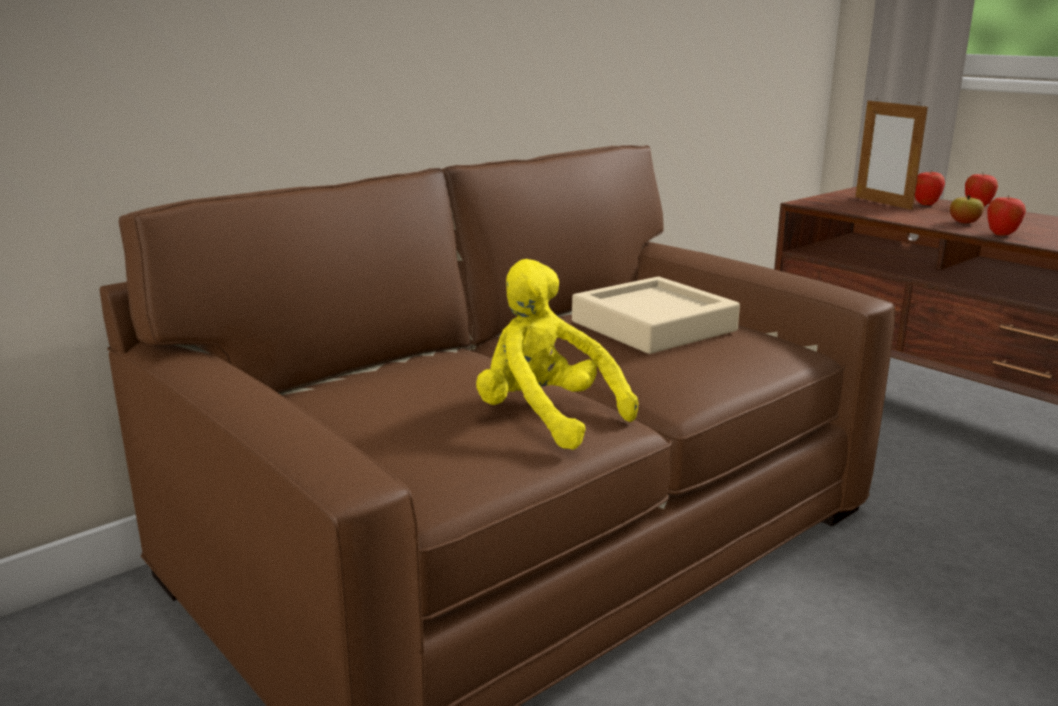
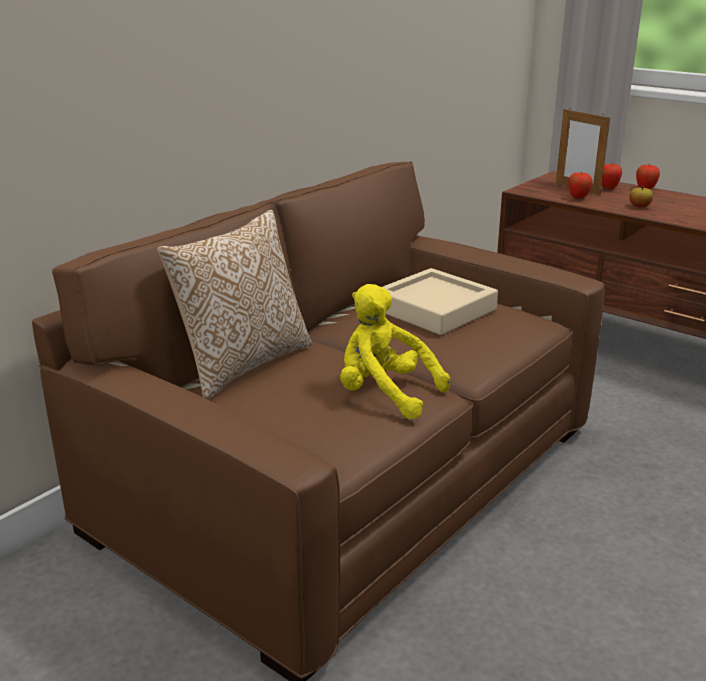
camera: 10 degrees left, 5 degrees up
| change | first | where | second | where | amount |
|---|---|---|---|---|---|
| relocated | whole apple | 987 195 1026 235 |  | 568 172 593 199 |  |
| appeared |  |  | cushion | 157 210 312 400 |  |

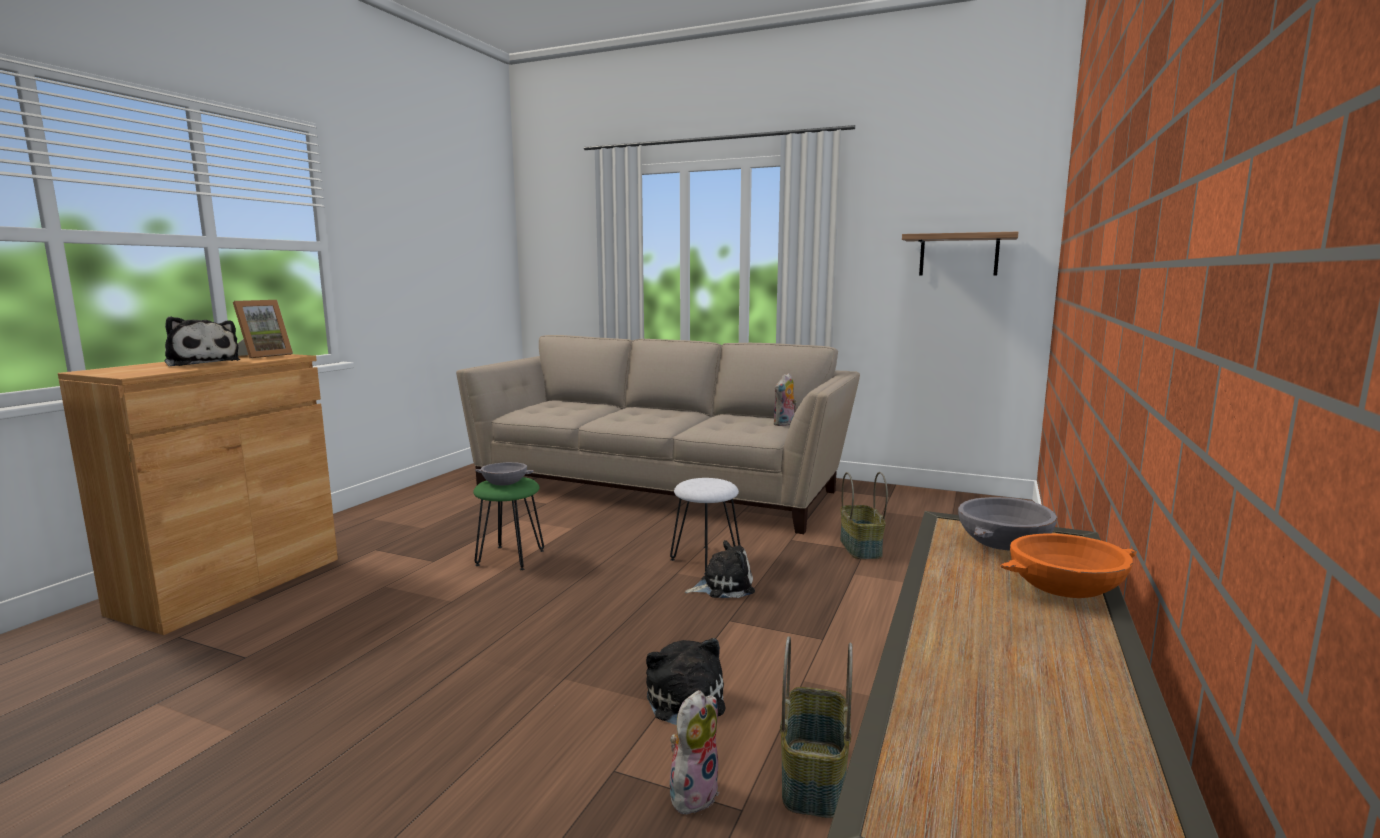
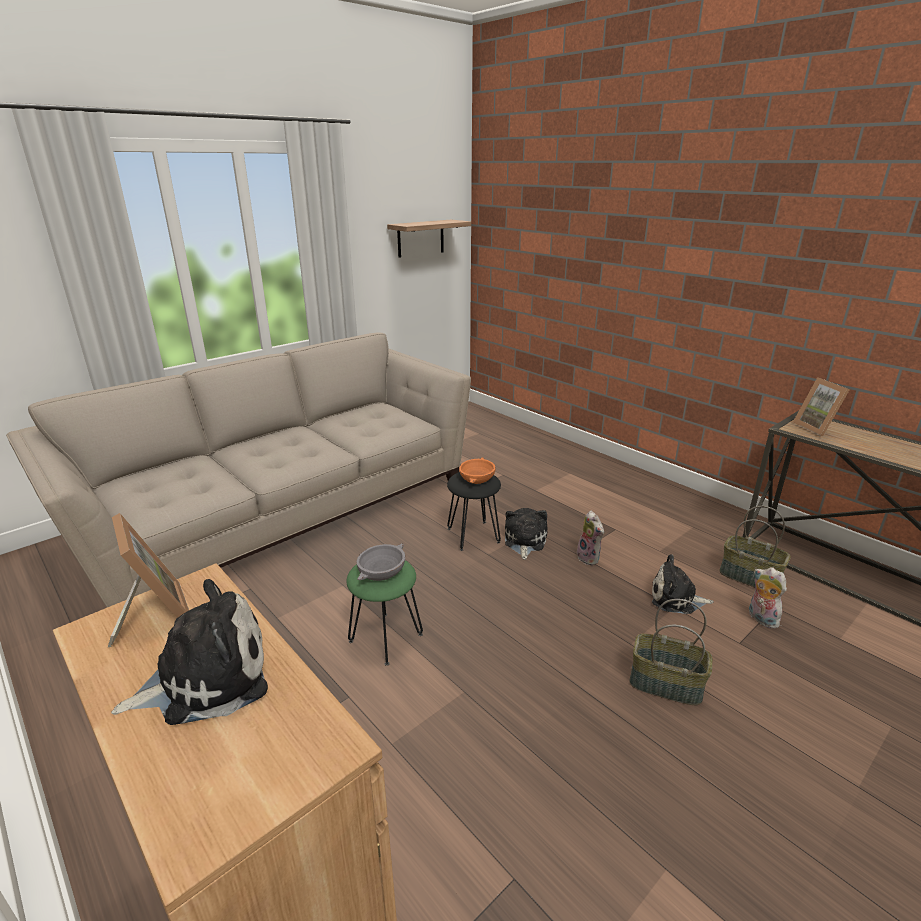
camera: 65 degrees left, 15 degrees up
| change | first | where | second | where | amount |
|---|---|---|---|---|---|
| relocated | cuddly toy | 774 373 797 426 |  | 577 511 604 565 |  |
| relocated | basket | 840 472 888 559 |  | 629 599 712 705 |  |
| colour | whitish stool seat | 670 478 740 575 | black-coloured stool seat | 447 472 501 551 |  |
| exchanged | greyish deep dish | 958 497 1057 550 | standing frame | 793 377 850 436 |  |
| relocated | orange-coloured deep dish | 1000 533 1137 598 |  | 459 457 496 484 |  |

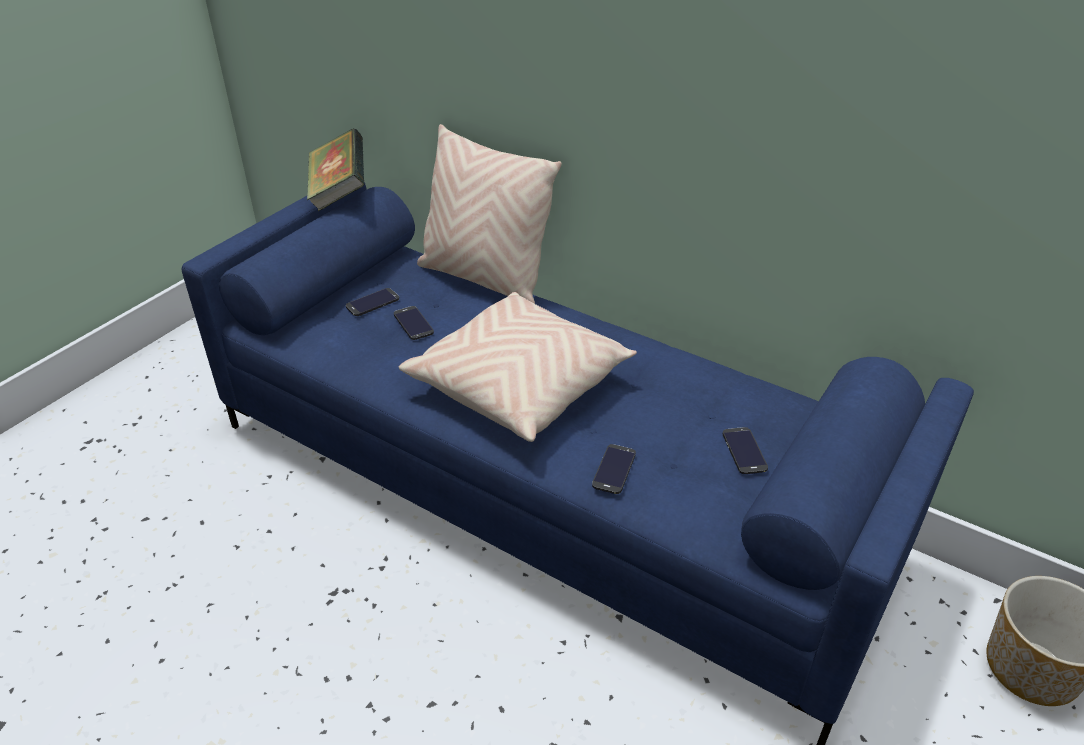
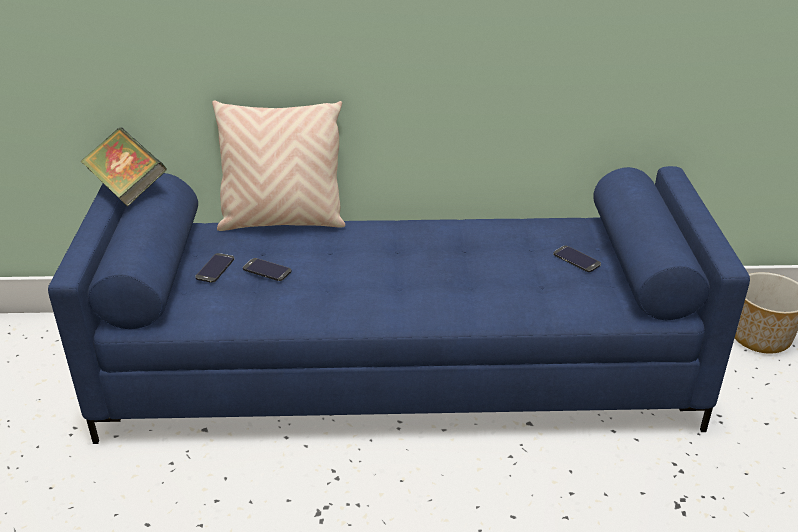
camera: 35 degrees left, 5 degrees down
| change | first | where | second | where | amount |
|---|---|---|---|---|---|
| missing | sand-coloured cushion | 399 292 637 442 |  |  |  |
| missing | phone | 592 444 636 494 |  |  |  |

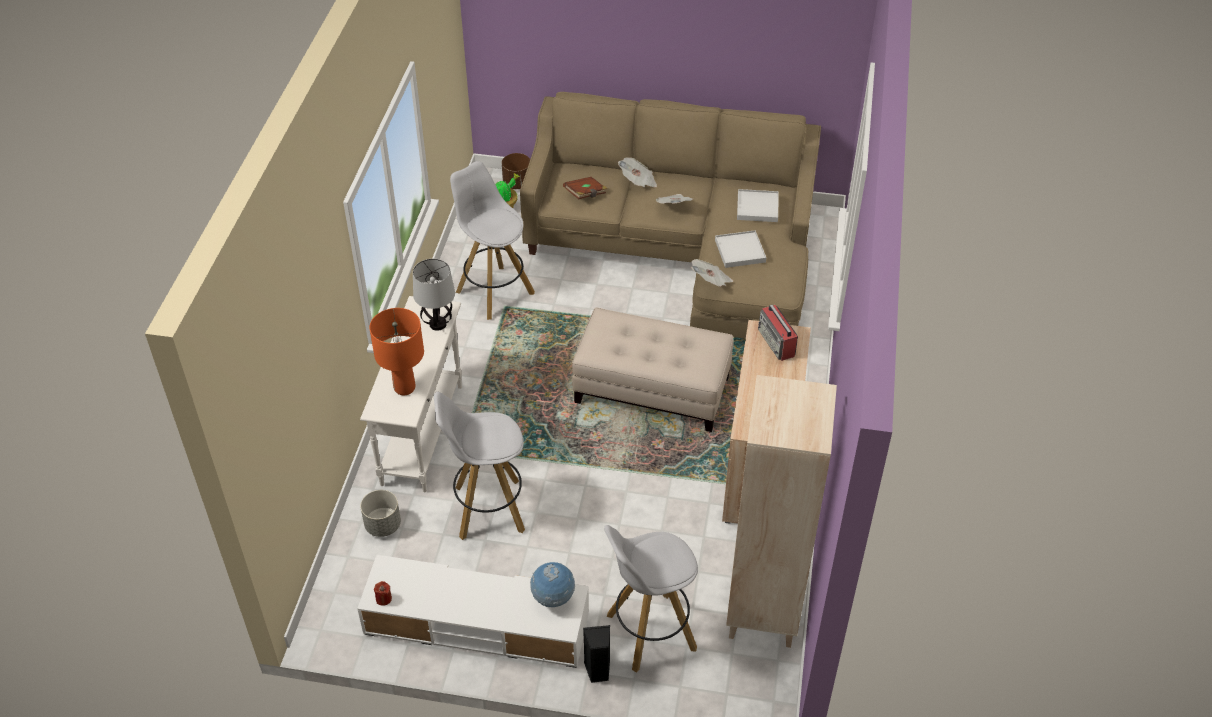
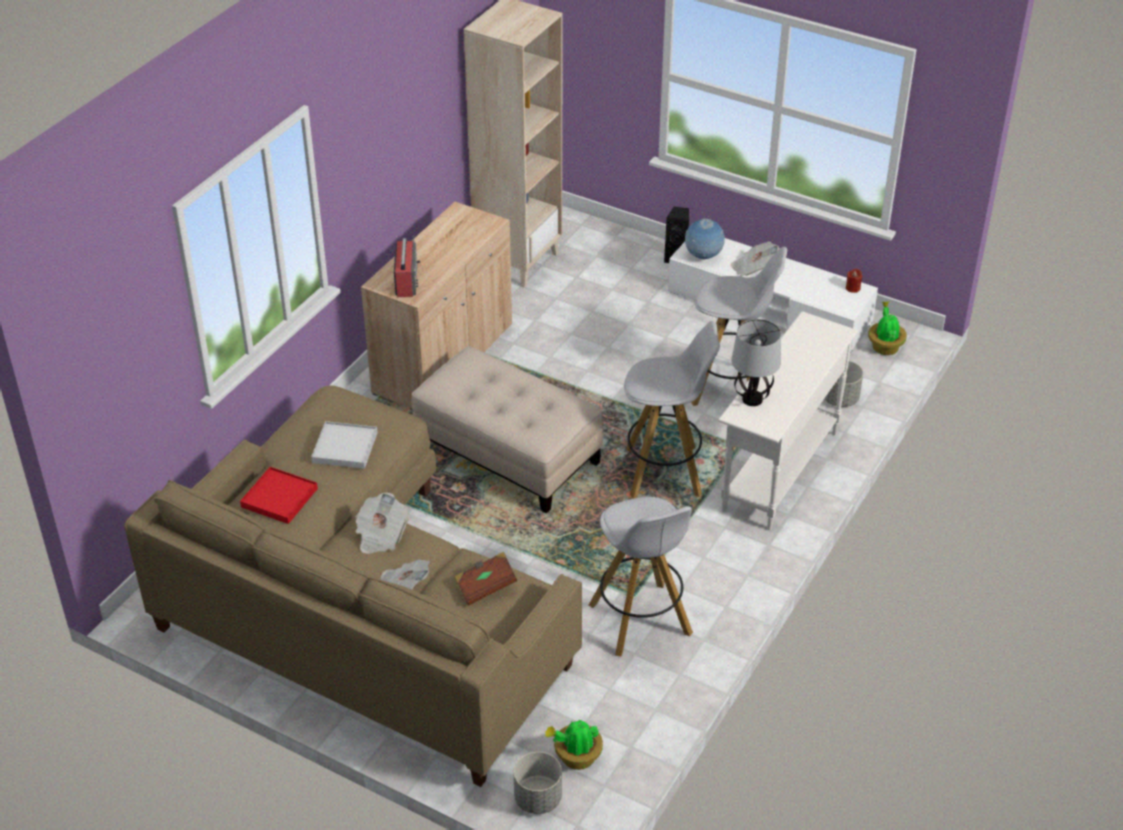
camera: 160 degrees left, 5 degrees down
| change | first | where | second | where | amount |
|---|---|---|---|---|---|
| colour | brownish planter | 502 153 530 189 | greyish planter | 514 752 562 814 |  |
| colour | whitish serving tray | 737 189 778 222 | red-coloured serving tray | 240 467 318 524 |  |
| relocated | printed paper | 691 259 733 287 |  | 730 241 780 277 |  |
| missing | orange-coloured lamp for a table | 369 308 424 395 |  |  |  |
| relocated | whitish stool seat | 604 525 698 673 |  | 624 321 720 499 |  |
| appeared |  |  | plant in a pot | 868 302 907 355 |  |

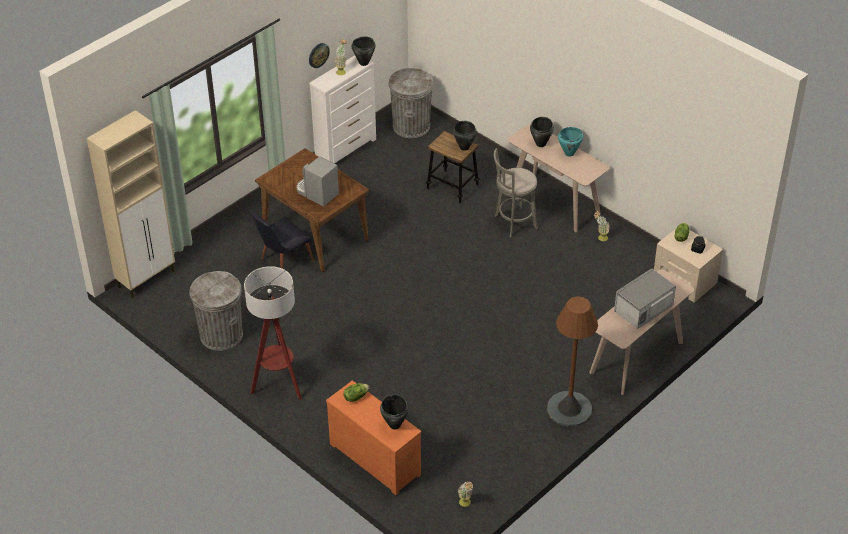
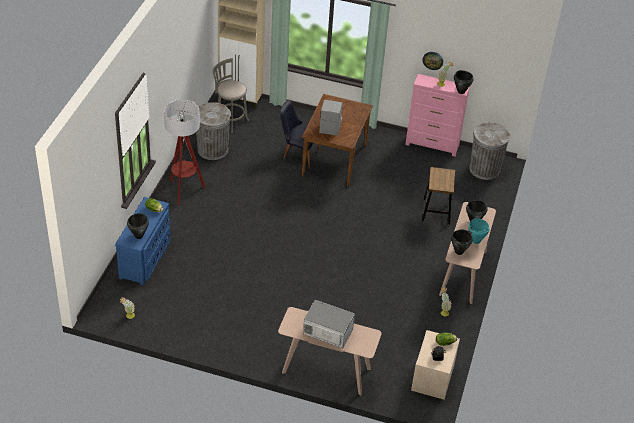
camera: 60 degrees right, 0 degrees up
| change | first | where | second | where | amount |
|---|---|---|---|---|---|
| colour | whitish drawer chest | 309 55 376 163 | pinkish drawer chest | 405 74 470 157 |  |
| relocated | black-coloured cooking pot | 453 121 477 151 |  | 451 229 473 255 |  |
| relocated | greyish stool seat | 494 148 538 238 |  | 212 58 249 133 |  |
| missing | brownish standard lamp | 547 297 598 427 |  |  |  |
| colour | orange-coloured drawer chest | 326 381 421 495 | blue drawer chest | 115 197 170 285 |  |

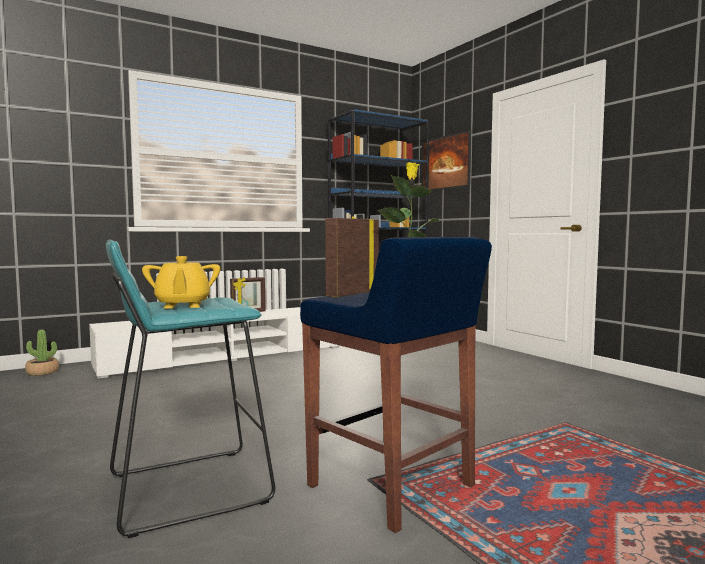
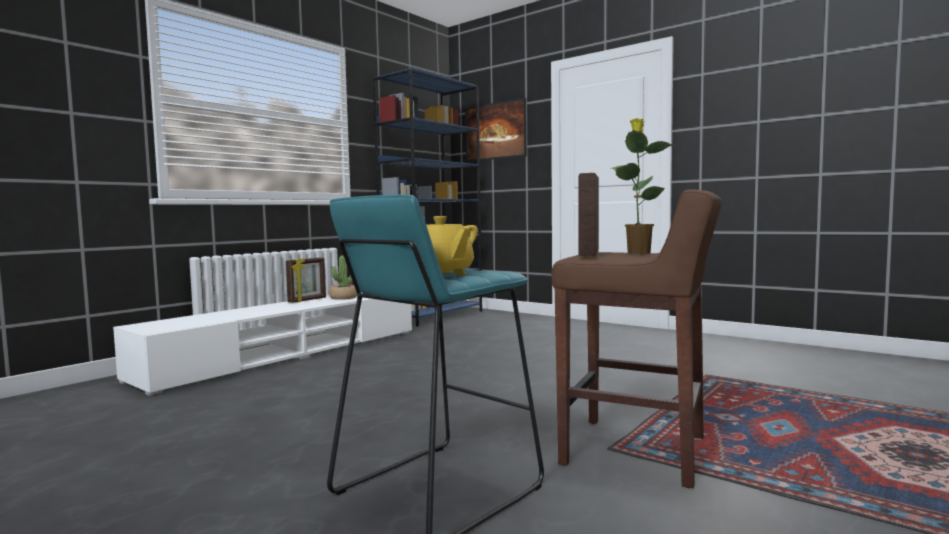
camera: 20 degrees left, 0 degrees up
| change | first | where | second | where | amount |
|---|---|---|---|---|---|
| colour | blue stool seat | 300 237 492 533 | brownish stool seat | 551 189 721 488 |  |
| relocated | plant in a pot | 25 330 59 376 |  | 329 256 357 300 |  |

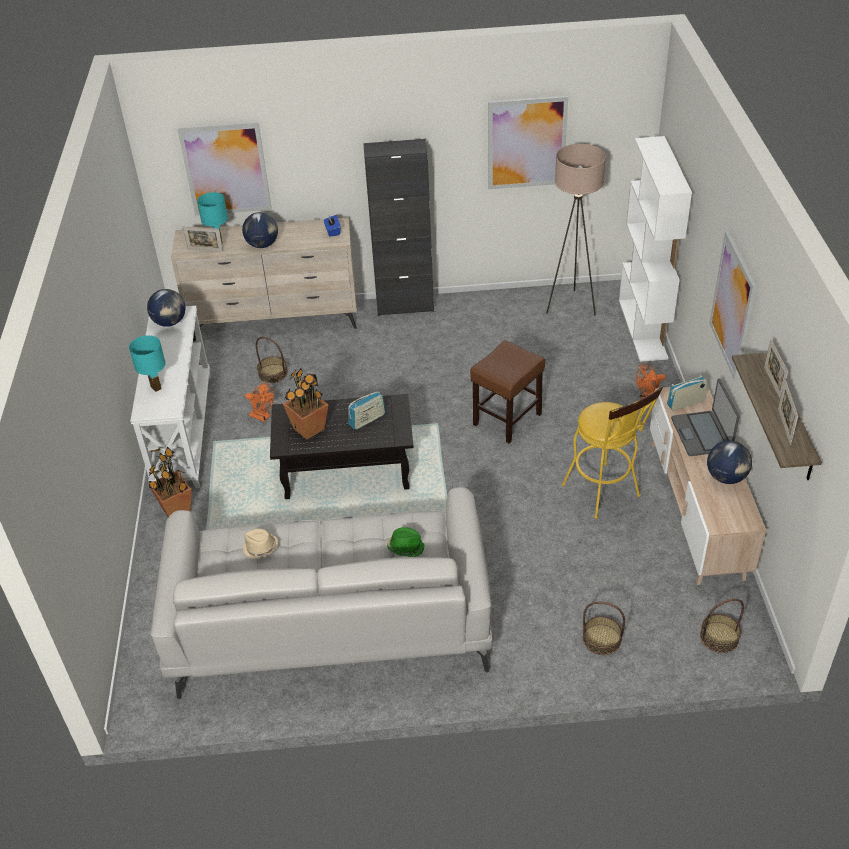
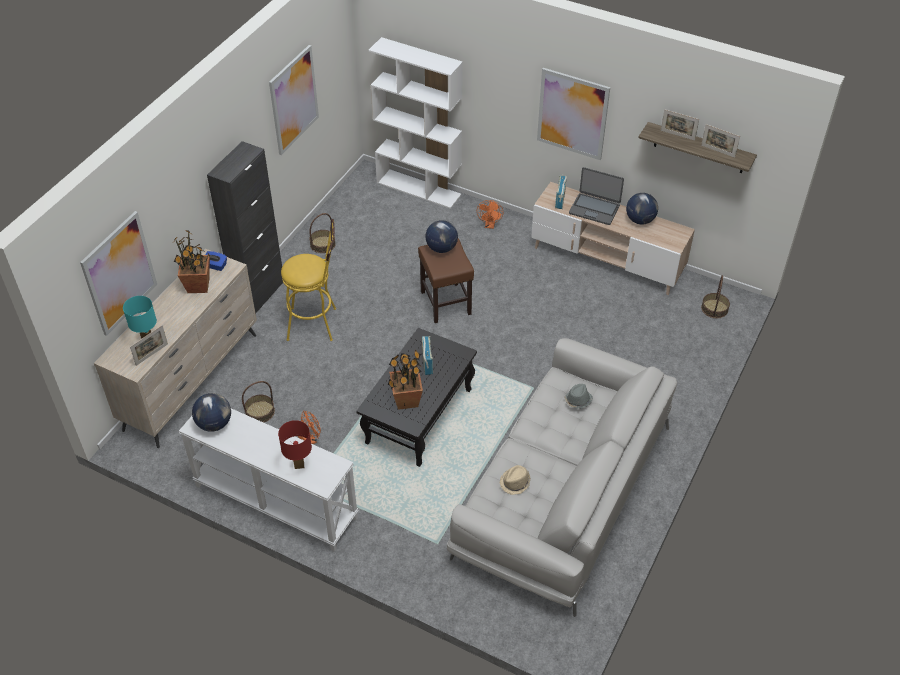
camera: 60 degrees left, 5 degrees up
| change | first | where | second | where | amount |
|---|---|---|---|---|---|
| missing | sand-coloured standard lamp | 546 144 606 316 |  |  |  |
| relocated | globe | 242 212 278 248 |  | 425 220 458 253 |  |
| colour | turquoise-coloured lamp for a table | 129 335 166 392 | red-coloured lamp for a table | 278 420 312 469 |  |
| relocated | yellow stool seat | 562 387 663 519 |  | 281 219 336 341 |  |
| relocated | plant in a pot | 148 447 191 517 |  | 171 229 211 293 |  |
| colour | greenish wearable hat | 387 527 425 557 | greyish wearable hat | 564 384 593 408 |  |
| relocated | basket | 583 601 625 655 |  | 309 213 336 253 |  |

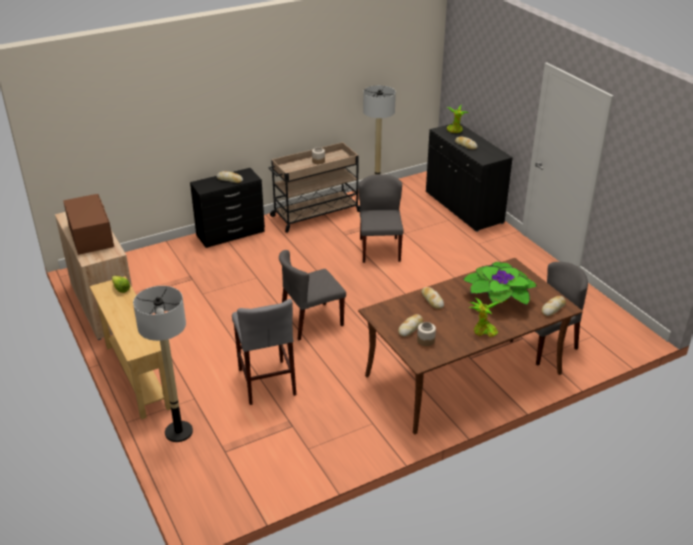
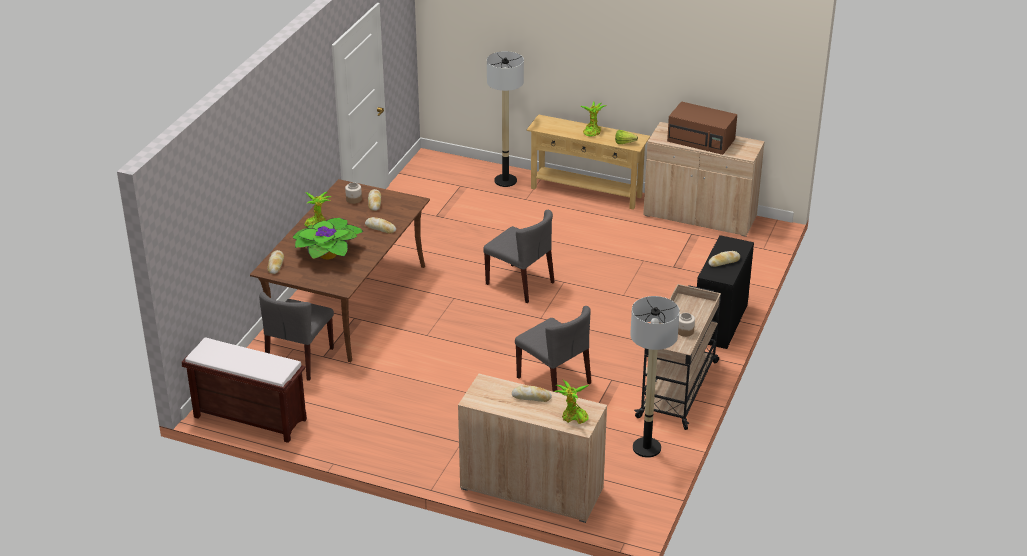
camera: 140 degrees right, 0 degrees up
| change | first | where | second | where | amount |
|---|---|---|---|---|---|
| colour | black-coloured cabinet | 426 123 513 232 | sand-coloured cabinet | 458 374 607 523 |  |
| spun | greyish upright chair | 279 250 346 341 |  | 483 210 554 303 | 105 degrees clockwise |
| missing | greyish stool seat | 232 299 296 405 |  |  |  |
| appeared |  |  | plant in a pot | 581 101 606 137 |  |
| appeared |  |  | brownish bench | 182 337 307 443 |  |

